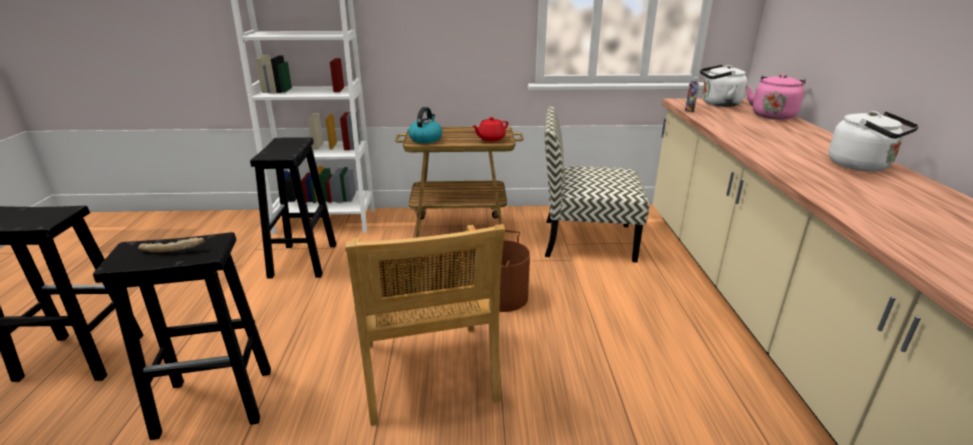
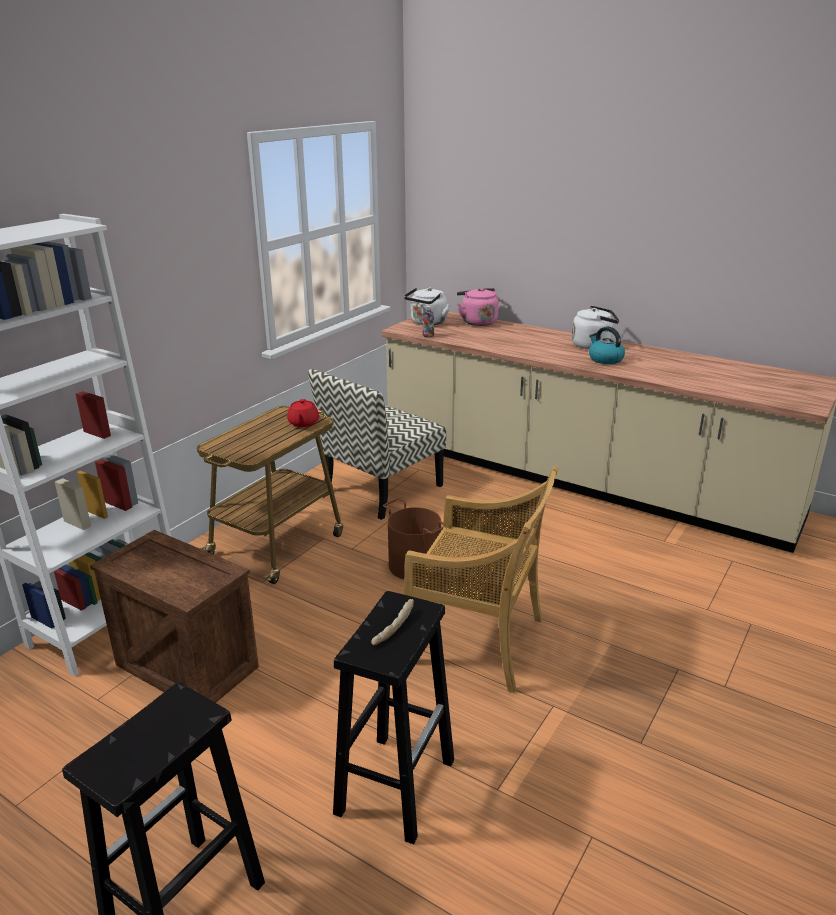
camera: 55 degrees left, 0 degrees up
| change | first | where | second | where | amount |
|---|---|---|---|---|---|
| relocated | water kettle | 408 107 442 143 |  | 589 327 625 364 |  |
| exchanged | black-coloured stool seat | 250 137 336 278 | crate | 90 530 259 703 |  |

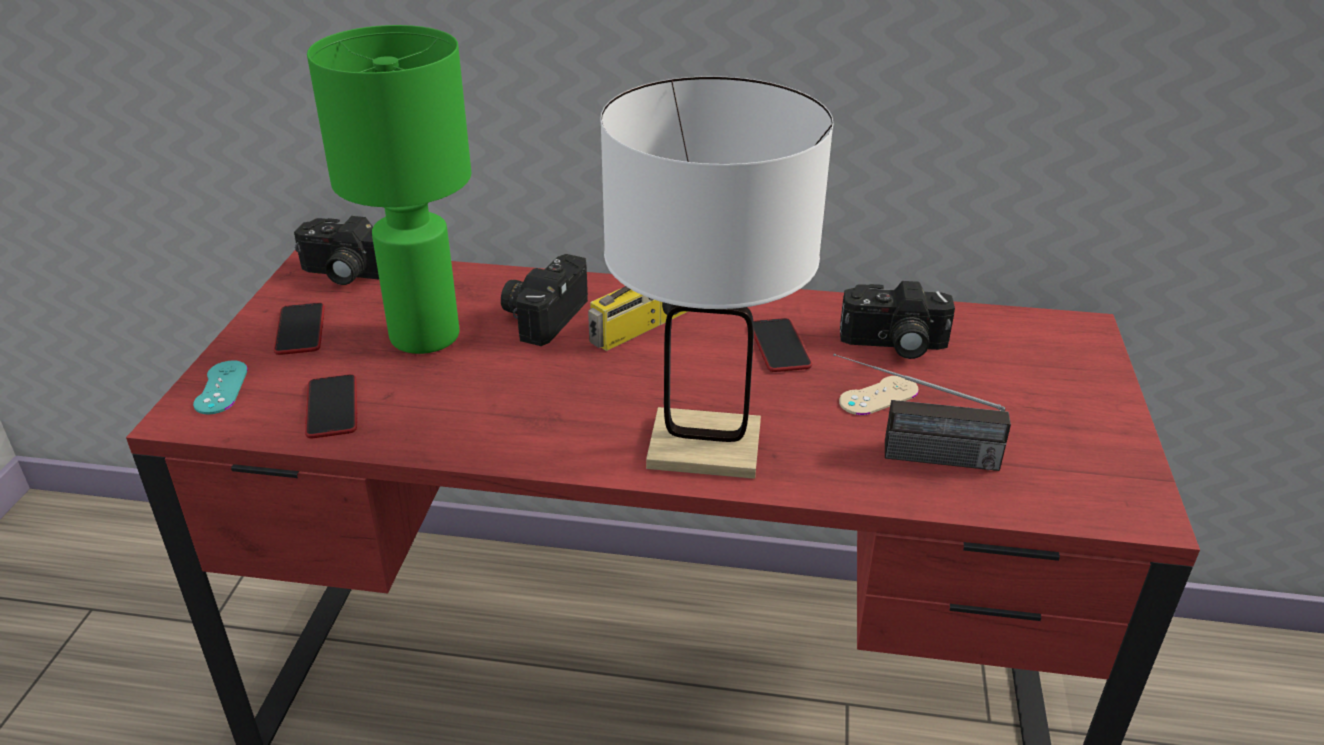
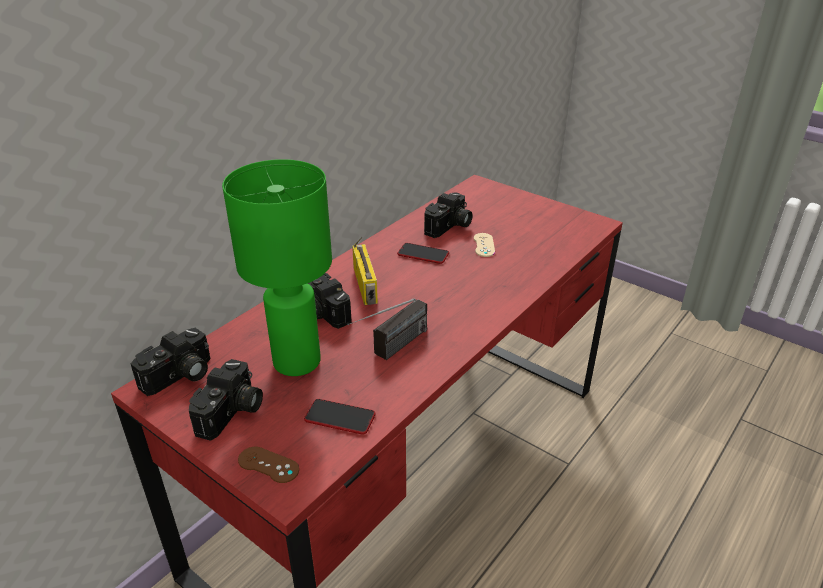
camera: 60 degrees left, 0 degrees up
| change | first | where | second | where | amount |
|---|---|---|---|---|---|
| missing | whitish lamp for a table | 600 76 833 479 |  |  |  |
| exchanged | phone | 274 303 325 355 | still camera | 189 359 263 441 |  |
| relocated | radio receiver | 833 353 1011 471 |  | 347 298 427 360 |  |
| colour | turquoise-coloured joypad | 193 360 248 414 | brownish joypad | 238 447 299 483 |  |

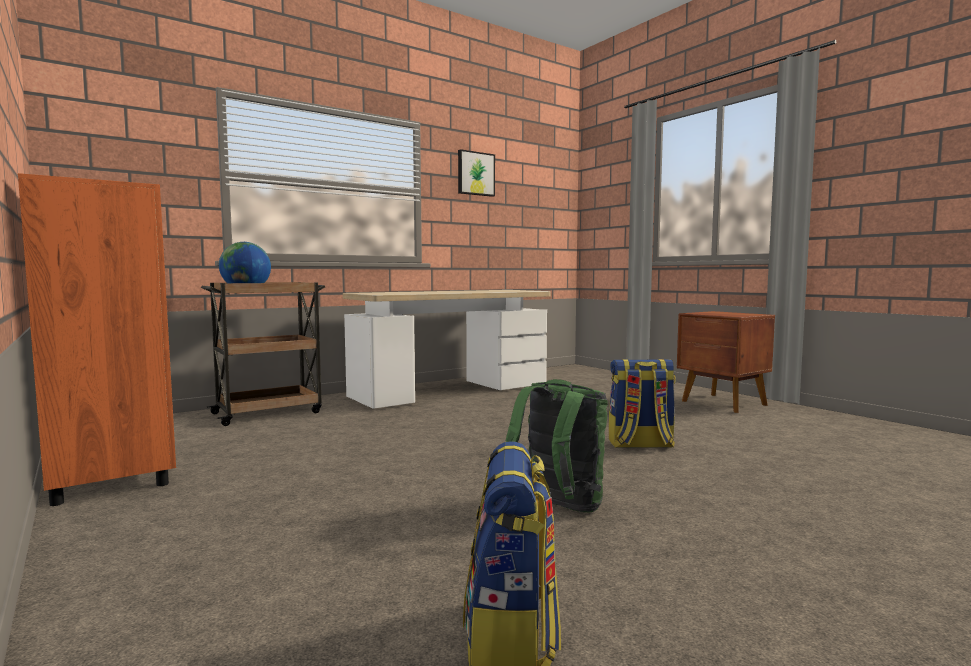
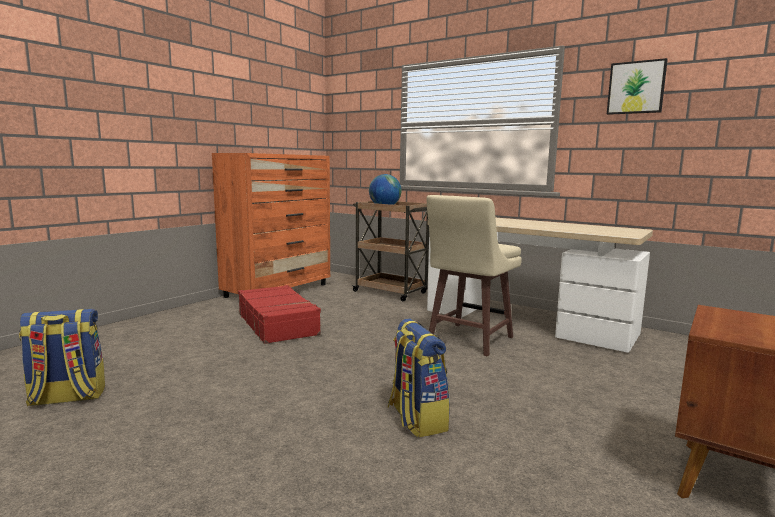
camera: 70 degrees right, 5 degrees up
| change | first | where | second | where | amount |
|---|---|---|---|---|---|
| missing | greenish knapsack | 505 379 608 512 |  |  |  |
| appeared |  |  | sand-coloured stool seat | 426 195 522 357 |  |
| appeared |  |  | red-coloured travel case | 238 285 321 344 |  |

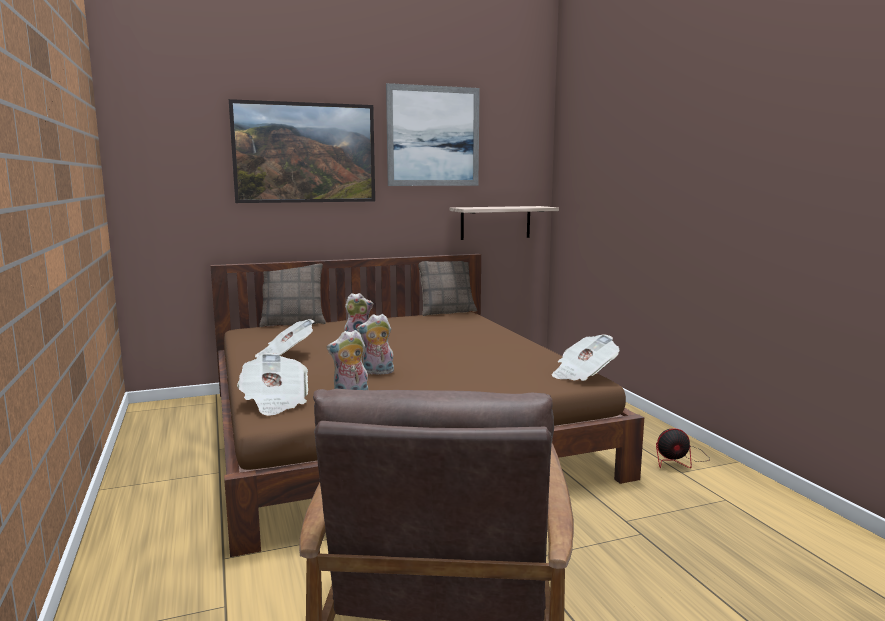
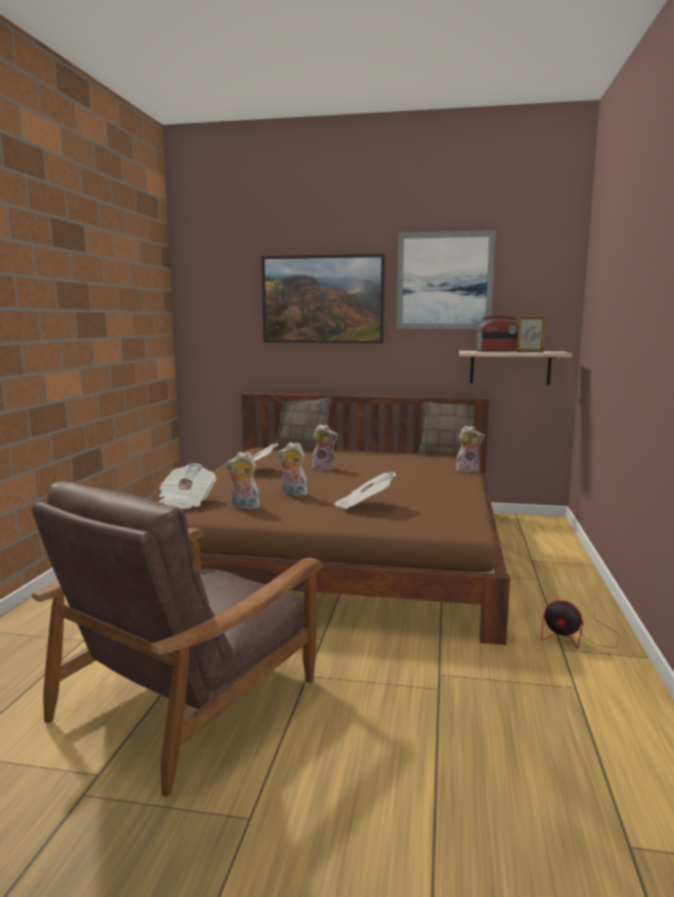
camera: 30 degrees right, 0 degrees up
| change | first | where | second | where | amount |
|---|---|---|---|---|---|
| relocated | printed paper | 552 335 619 381 |  | 335 472 396 510 |  |
| appeared |  |  | radio receiver | 476 316 518 352 |  |
| appeared |  |  | standing frame | 516 316 546 352 |  |
| appeared |  |  | cuddly toy | 456 426 484 472 |  |

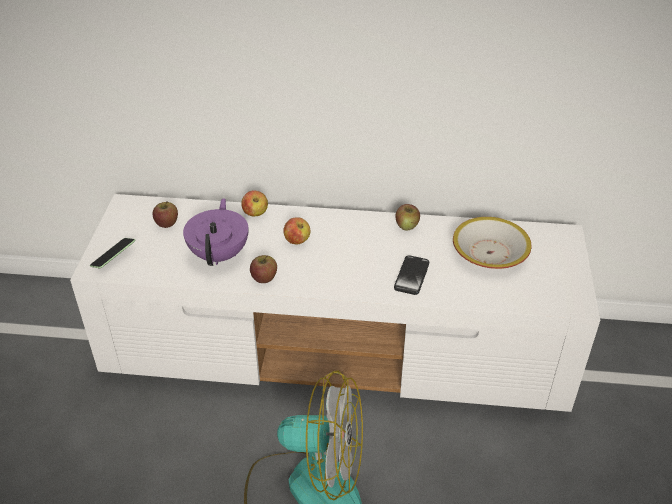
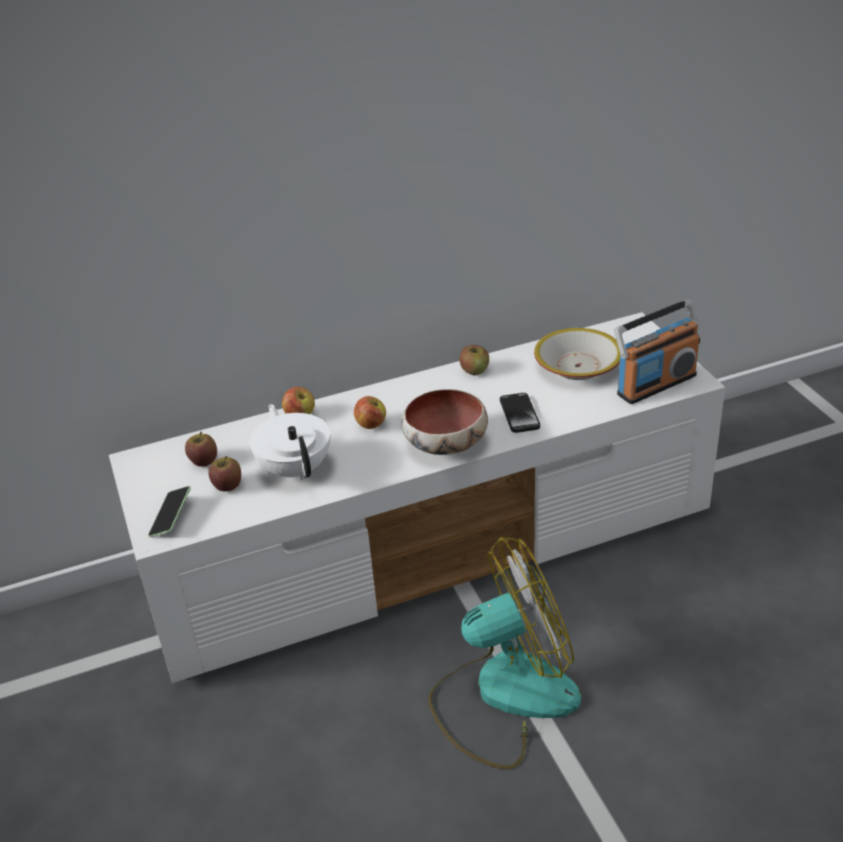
camera: 25 degrees left, 5 degrees down
| change | first | where | second | where | amount |
|---|---|---|---|---|---|
| colour | purplish teapot | 183 198 249 266 | whitish teapot | 249 404 330 480 |  |
| relocated | whole apple | 250 255 277 283 |  | 208 456 241 492 |  |
| appeared |  |  | radio receiver | 614 300 700 404 |  |
| appeared |  |  | deep dish | 401 389 488 455 |  |

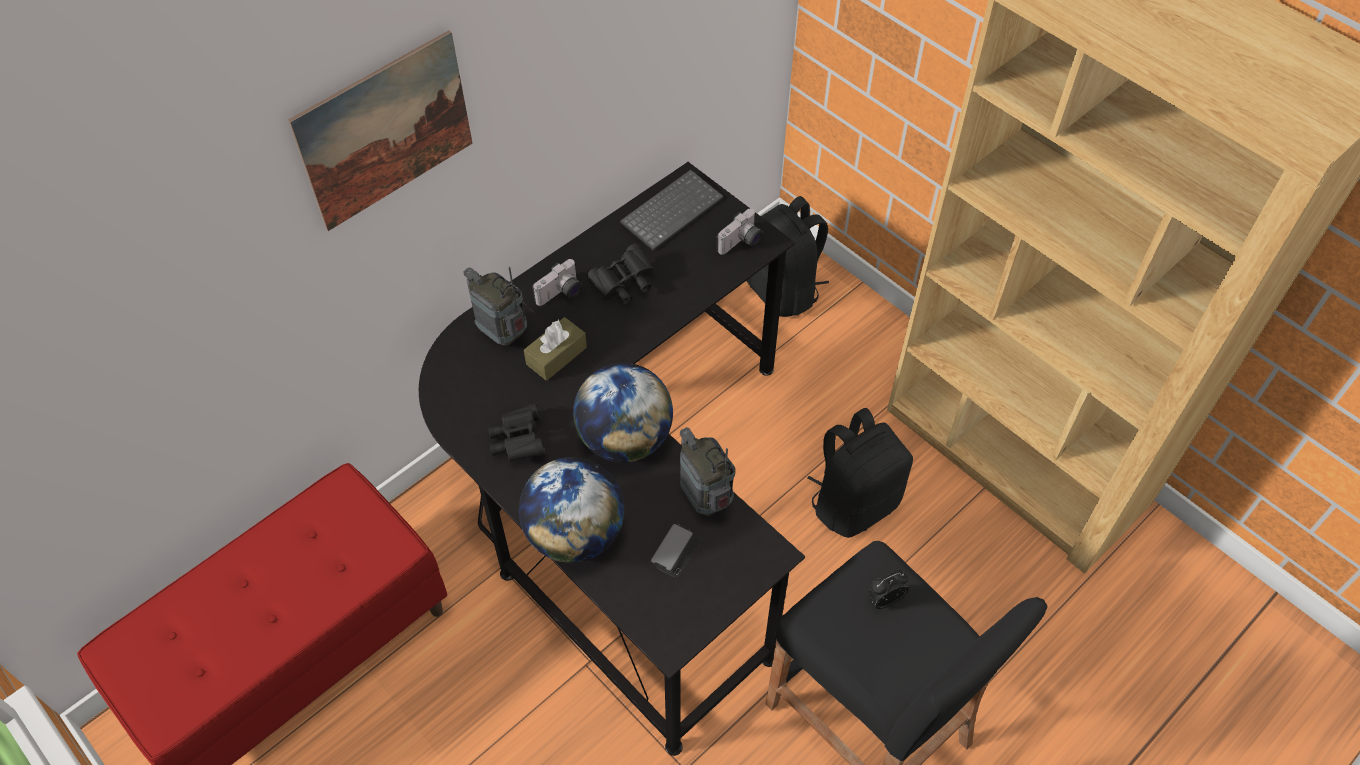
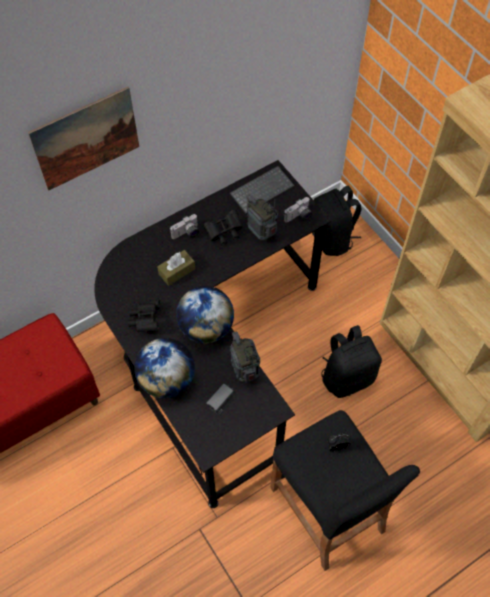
camera: 10 degrees right, 5 degrees up
| change | first | where | second | where | amount |
|---|---|---|---|---|---|
| relocated | radio receiver | 464 267 527 346 |  | 246 194 278 241 |  |

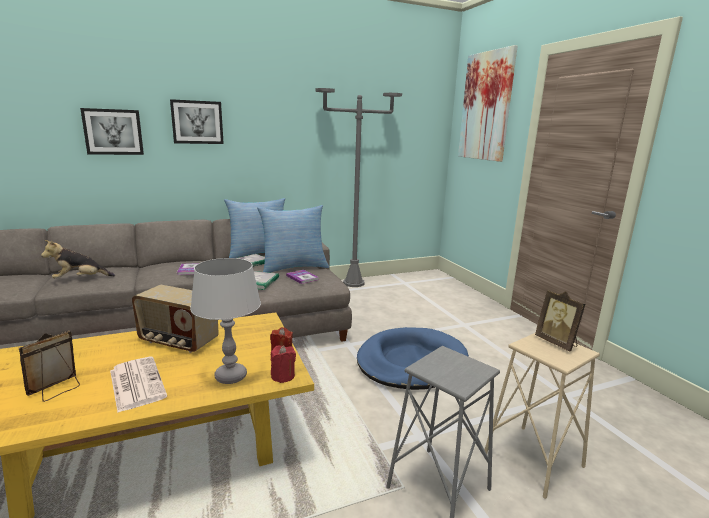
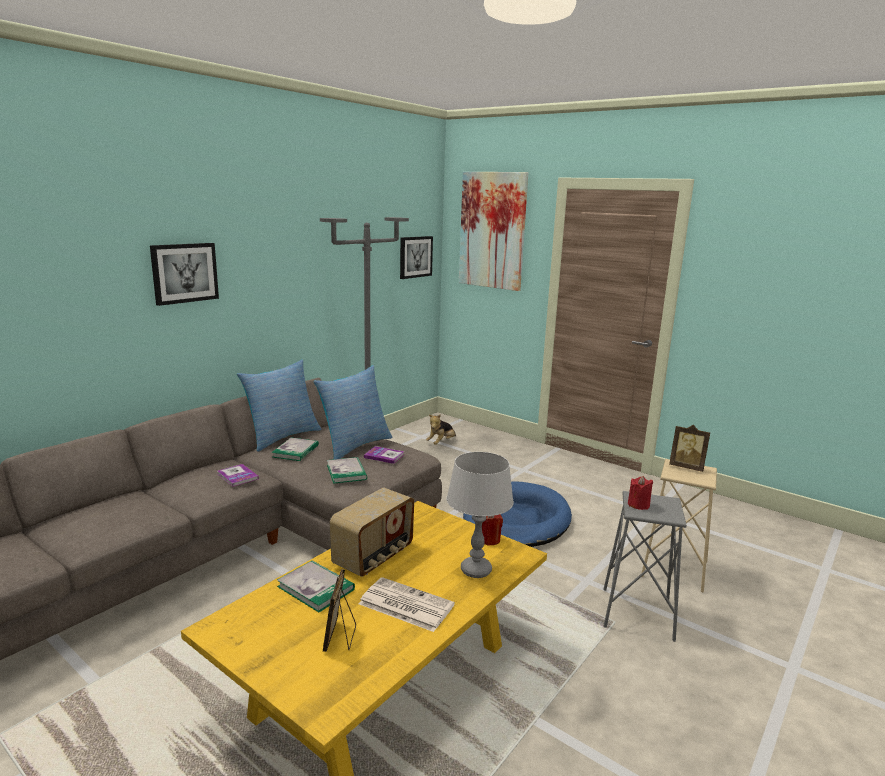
camera: 30 degrees left, 0 degrees up
| change | first | where | second | where | amount |
|---|---|---|---|---|---|
| relocated | wall art | 80 108 144 155 |  | 400 236 433 279 |  |
| relocated | cuddly toy | 41 240 115 278 |  | 426 414 456 445 |  |
| spun | radio receiver | 132 285 219 353 |  | 329 488 414 577 | 45 degrees counterclockwise |
| relocated | red-coloured wax light | 271 345 296 383 |  | 628 476 653 510 |  |
| appeared |  |  | bound book | 277 560 355 612 |  |

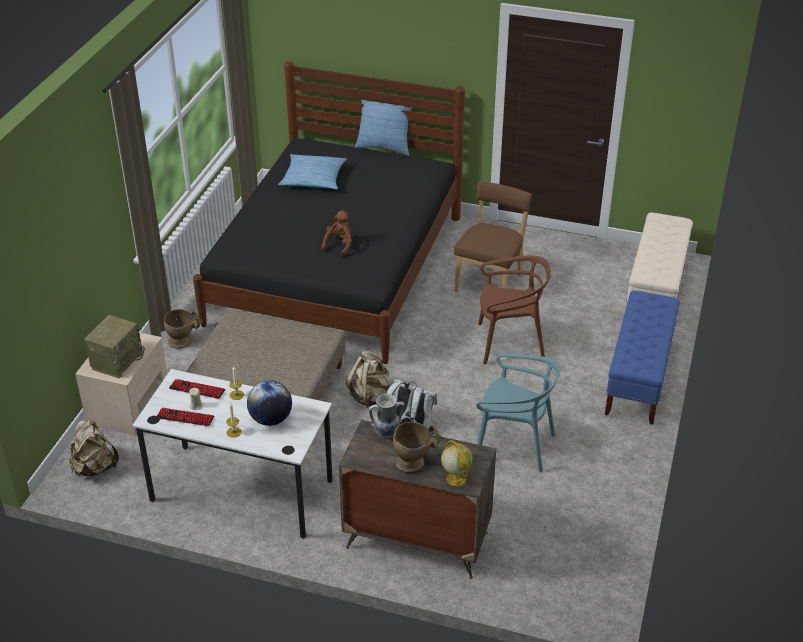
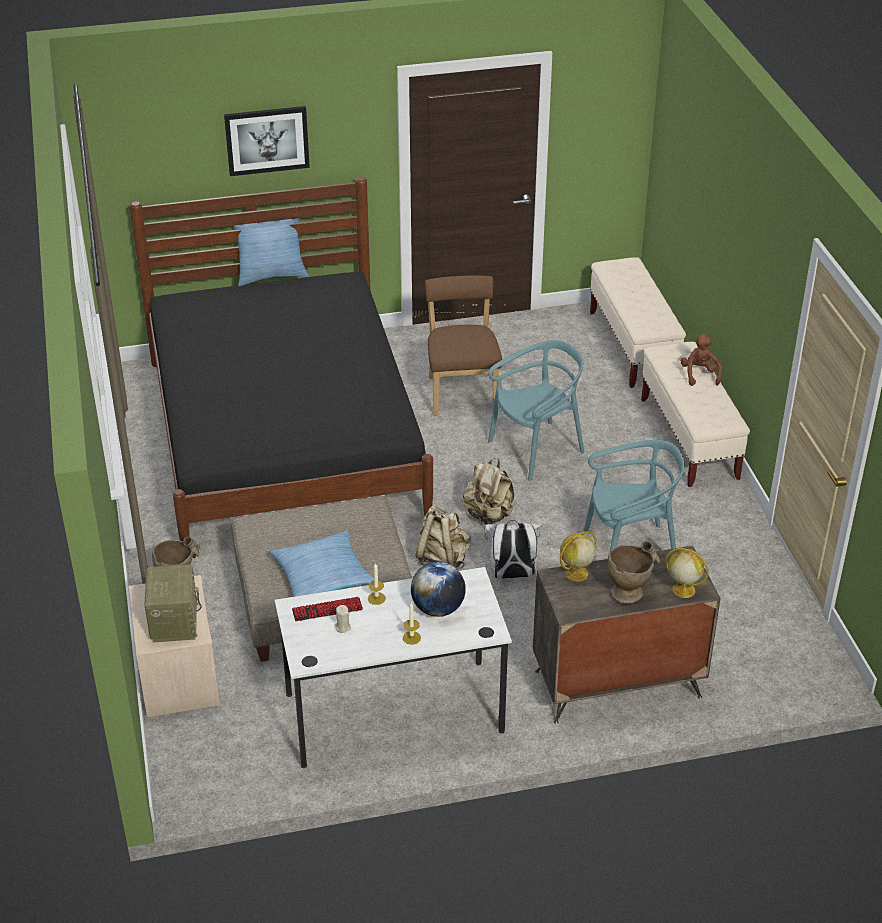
camera: 30 degrees left, 0 degrees up
| change | first | where | second | where | amount |
|---|---|---|---|---|---|
| relocated | cushion | 278 154 347 189 |  | 269 530 374 597 |  |
| relocated | brownish cuddly toy | 321 210 352 257 |  | 681 334 722 386 |  |
| colour | brownish upright chair | 478 256 551 364 | turquoise-coloured upright chair | 488 340 584 481 |  |
| colour | blue bench | 605 291 680 425 | sand-coloured bench | 641 342 750 487 |  |
| exchanged | flower vase | 369 394 405 439 | globe | 560 531 597 581 |  |
| missing | computer keyboard | 156 408 215 426 |  |  |  |
| relocated | sand-coloured knapsack | 70 420 119 476 |  | 463 458 514 524 |  |
| appeared |  |  | wall art | 224 106 310 176 |  |

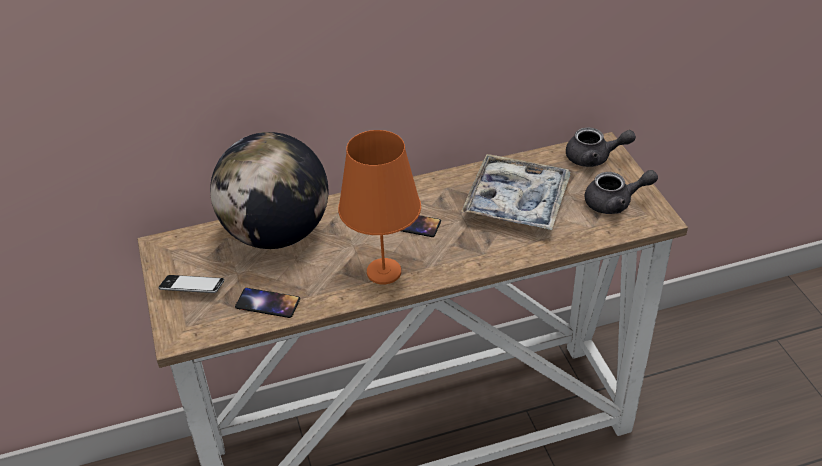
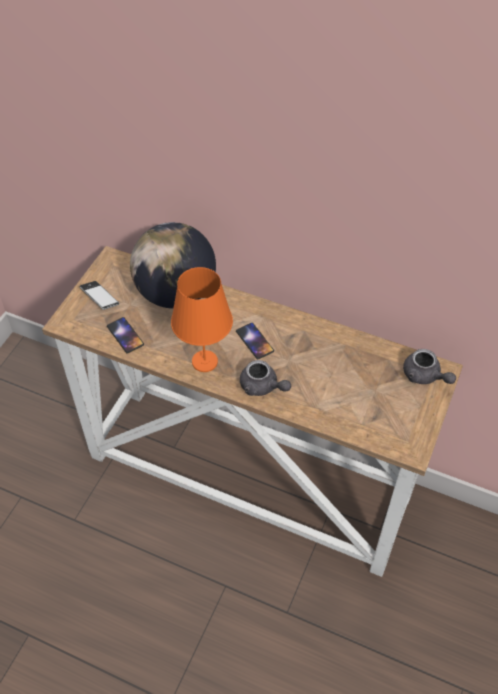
camera: 40 degrees right, 10 degrees up
| change | first | where | second | where | amount |
|---|---|---|---|---|---|
| missing | serving tray | 461 154 571 230 |  |  |  |
| relocated | greyish teapot | 585 170 658 214 |  | 240 360 291 396 |  |

